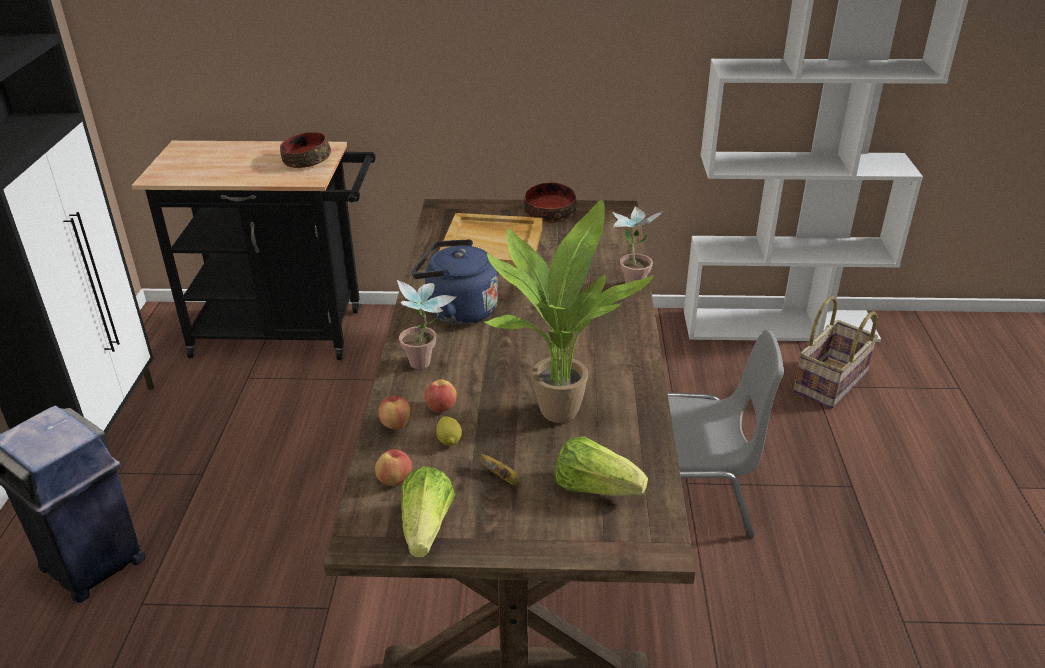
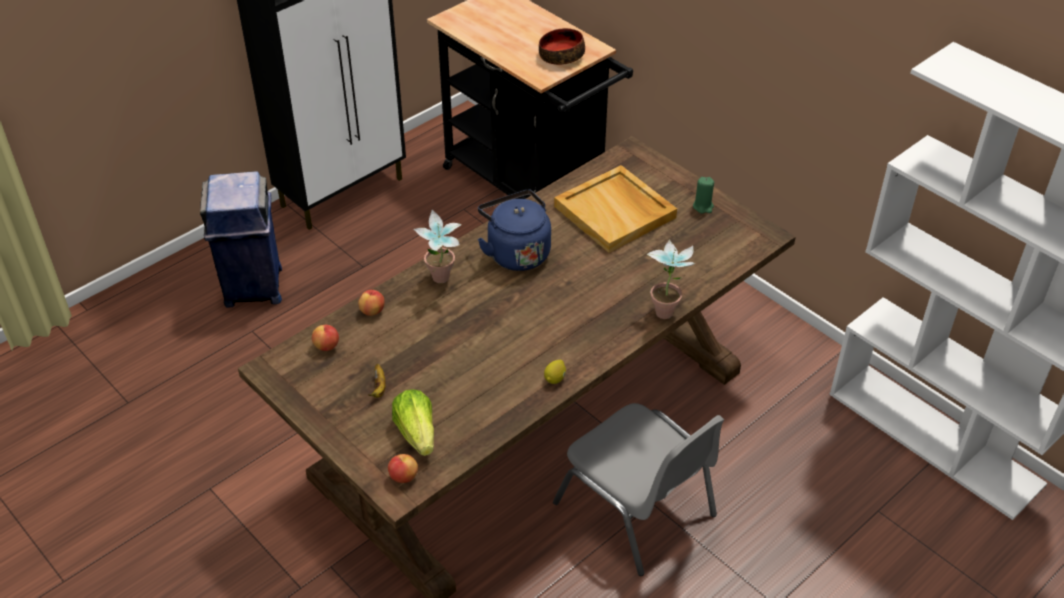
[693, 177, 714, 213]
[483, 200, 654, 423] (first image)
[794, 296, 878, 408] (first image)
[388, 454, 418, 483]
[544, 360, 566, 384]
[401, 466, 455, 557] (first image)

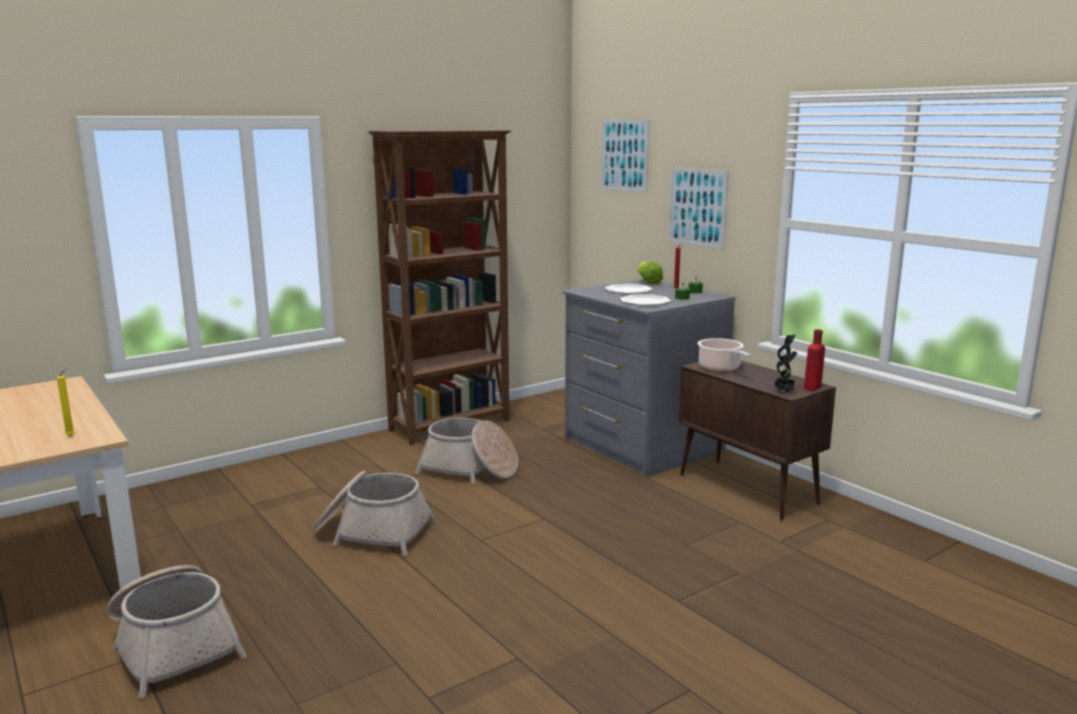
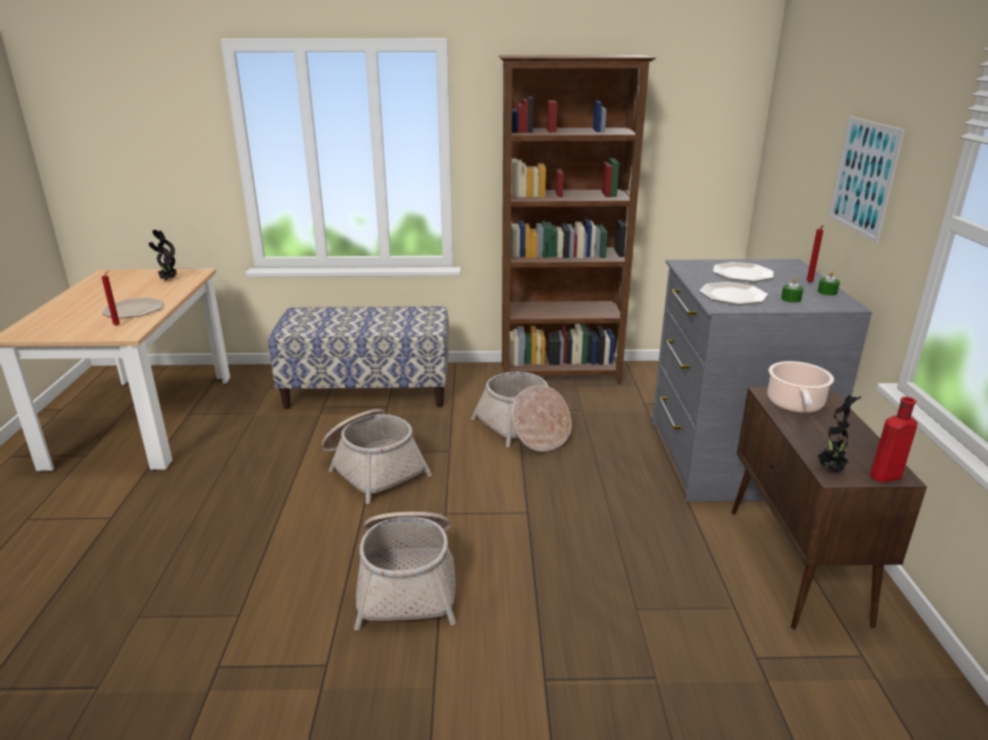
[600, 119, 650, 193] (first image)
[638, 261, 663, 285] (first image)
[102, 270, 120, 326]
[354, 512, 456, 631]
[148, 230, 177, 281]
[102, 298, 163, 318]
[268, 306, 449, 409]

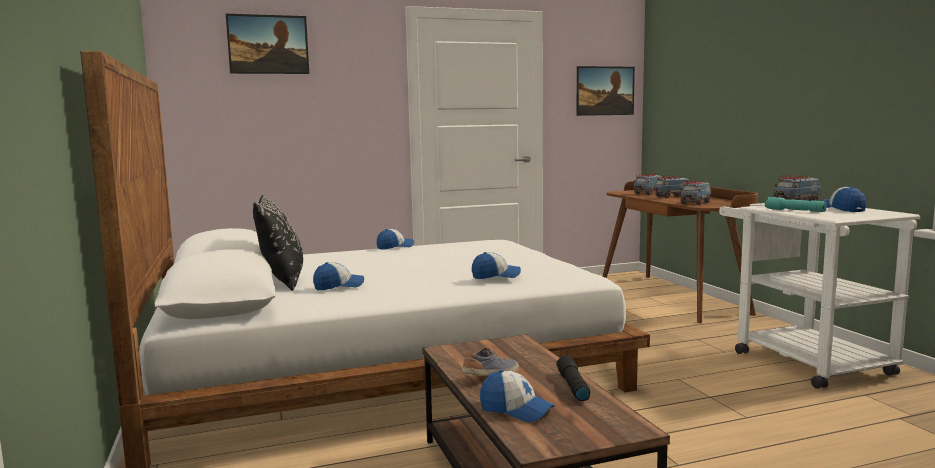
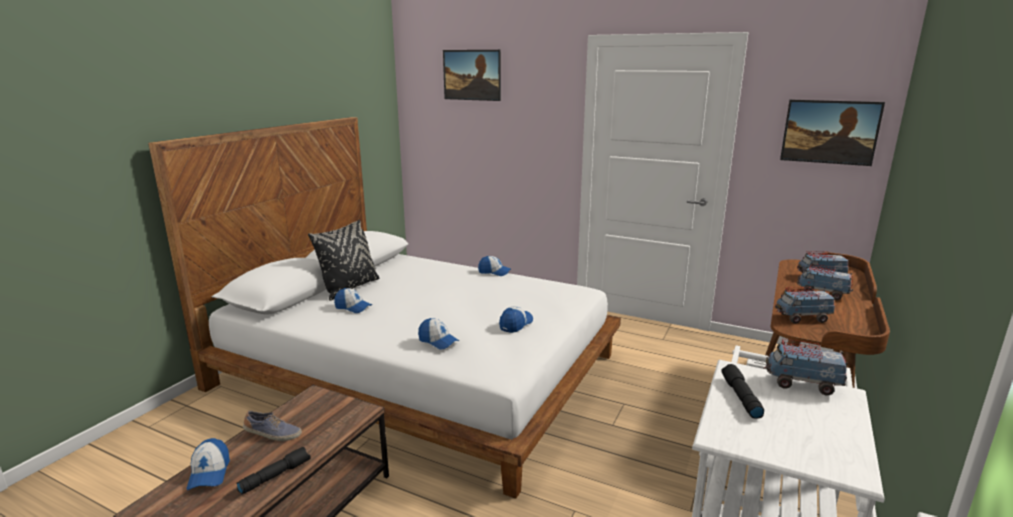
[499, 306, 533, 333]
[721, 364, 764, 418]

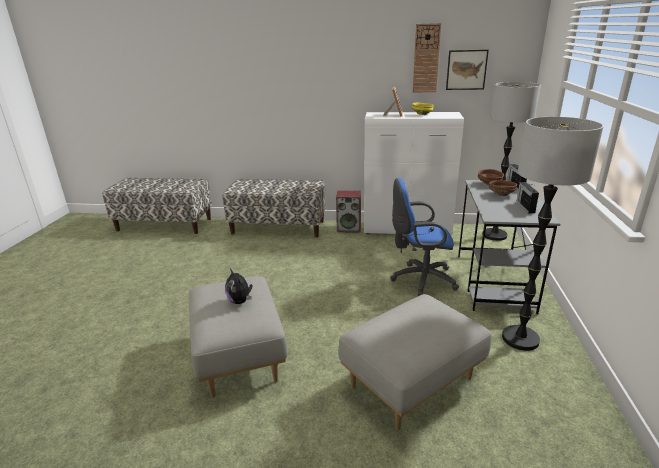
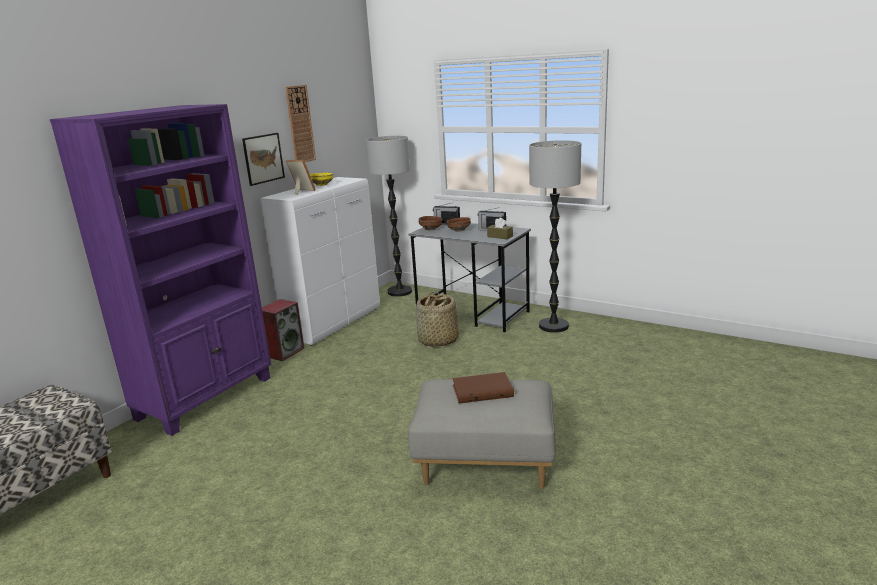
[242, 133, 285, 186]
[416, 291, 459, 347]
[50, 104, 271, 436]
[452, 372, 514, 403]
[338, 294, 491, 430] (first image)
[487, 217, 513, 239]

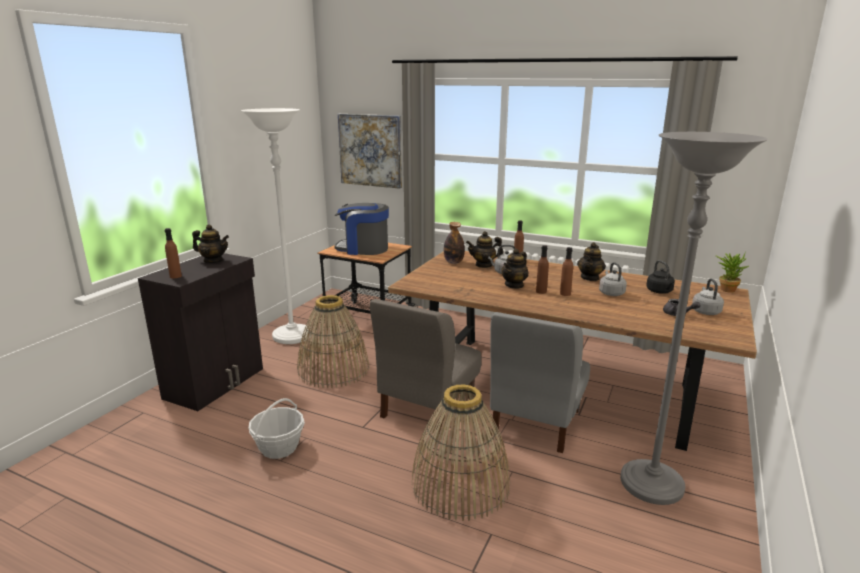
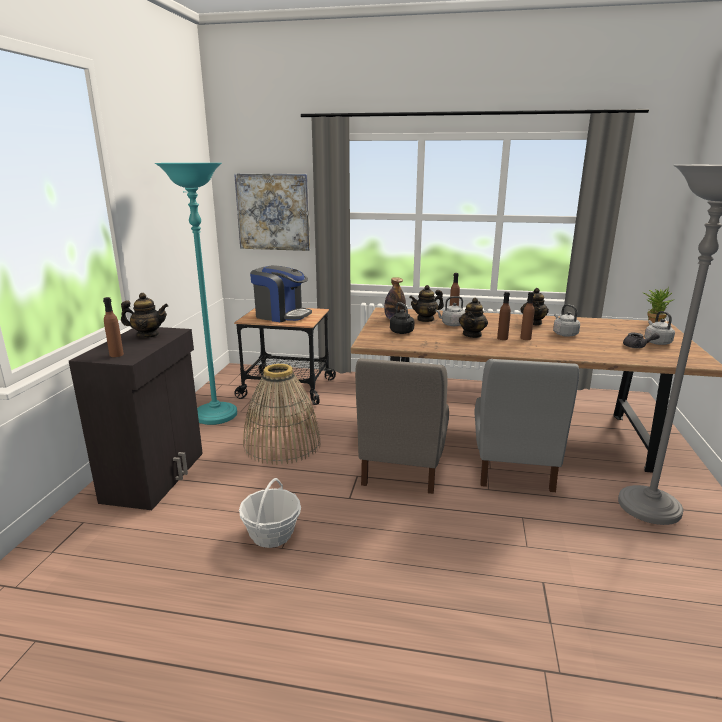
[155, 163, 237, 425]
[250, 265, 312, 322]
[390, 302, 415, 334]
[412, 384, 510, 521] (first image)

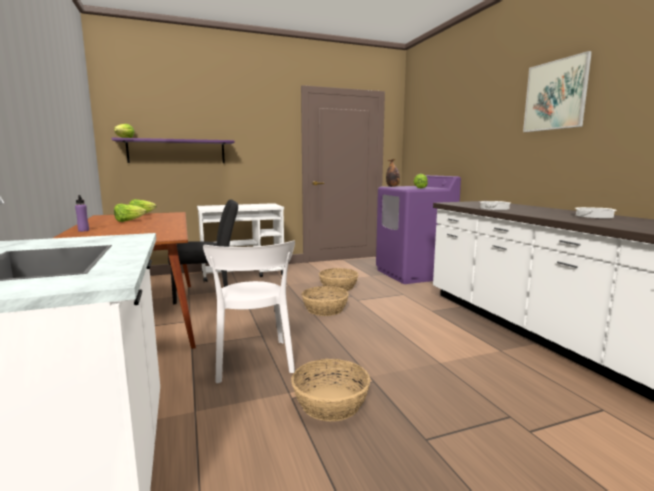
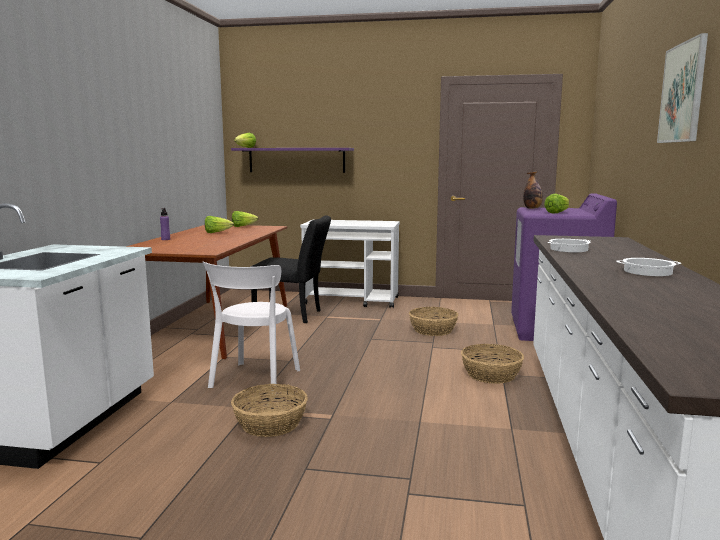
[461, 344, 524, 384]

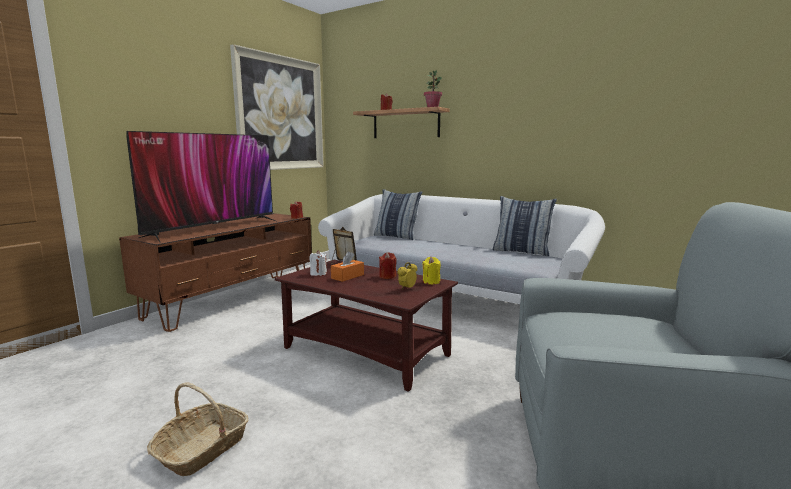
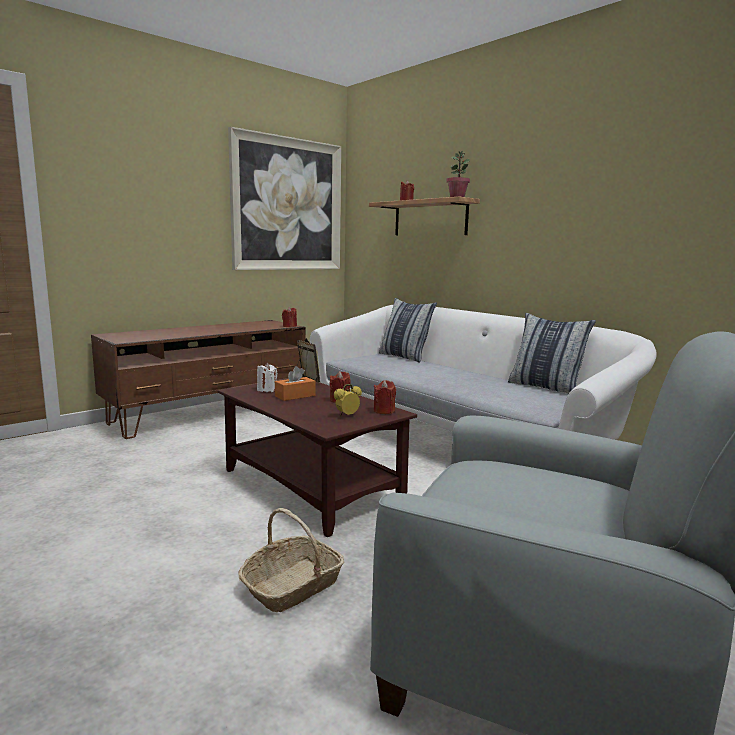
[126, 131, 278, 243] (first image)
[374, 380, 396, 414]
[239, 508, 344, 612]

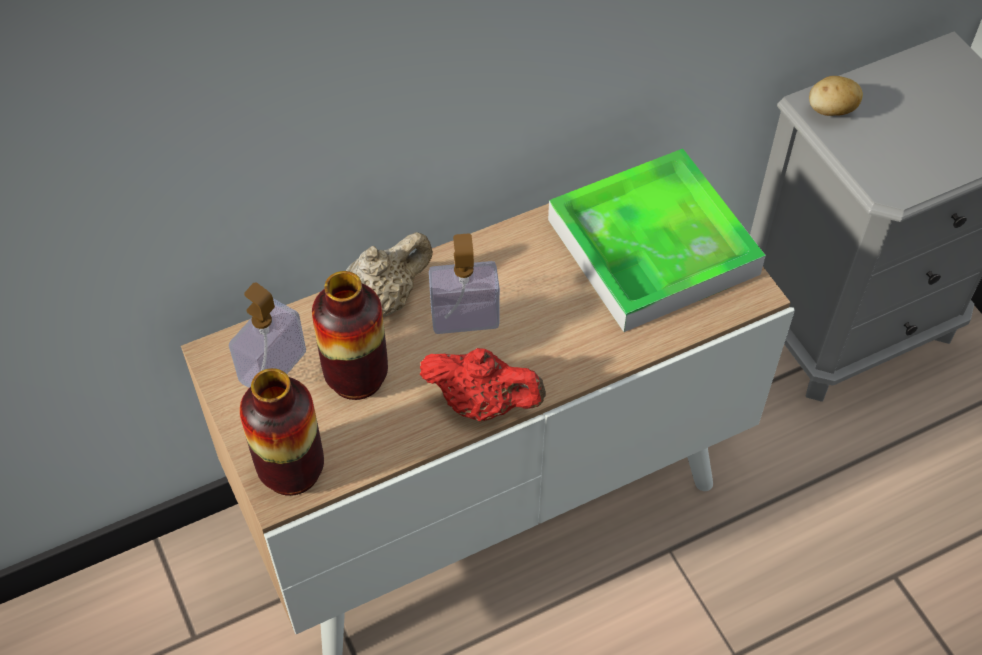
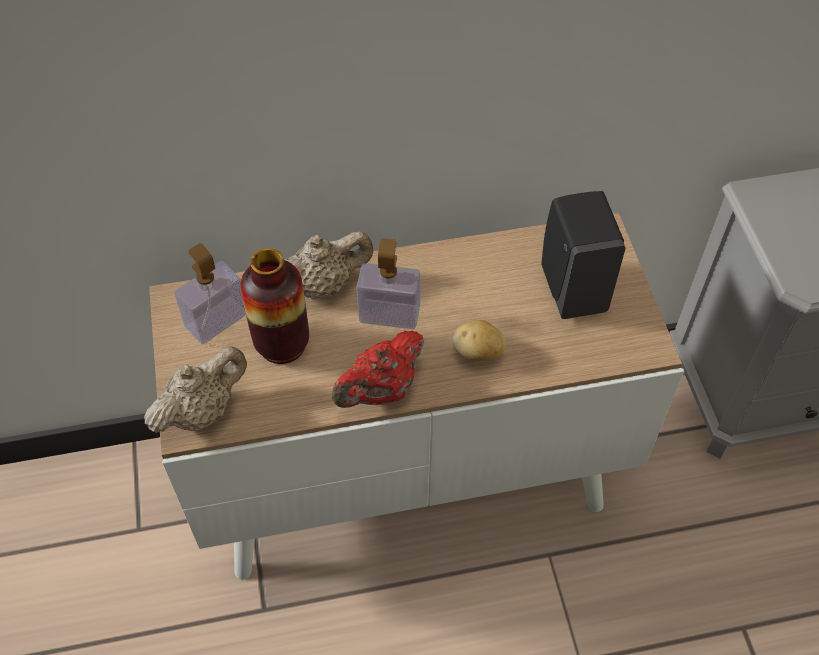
[453, 320, 506, 361]
[541, 191, 626, 319]
[332, 330, 424, 408]
[144, 347, 247, 433]

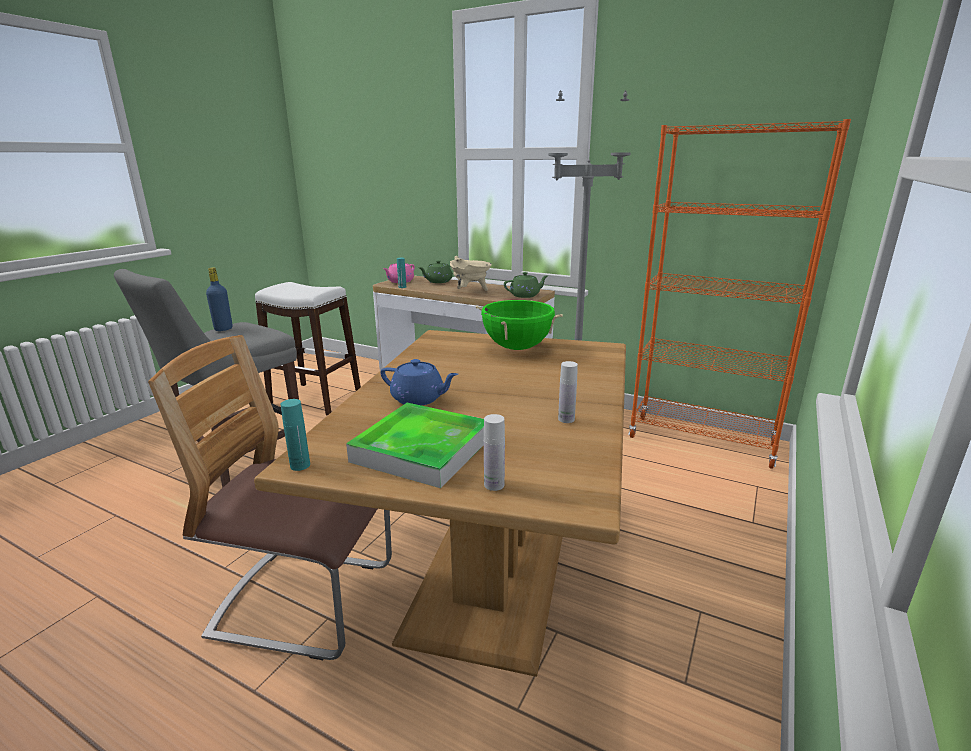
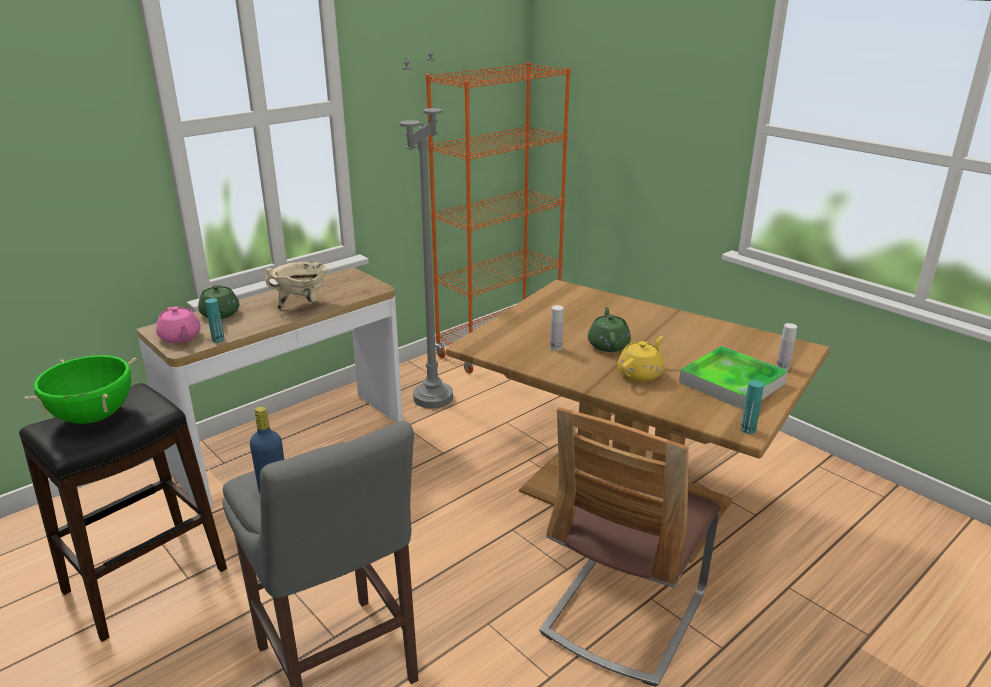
[588, 307, 631, 352]
[19, 383, 227, 642]
[24, 355, 137, 424]
[618, 336, 664, 382]
[550, 305, 564, 351]

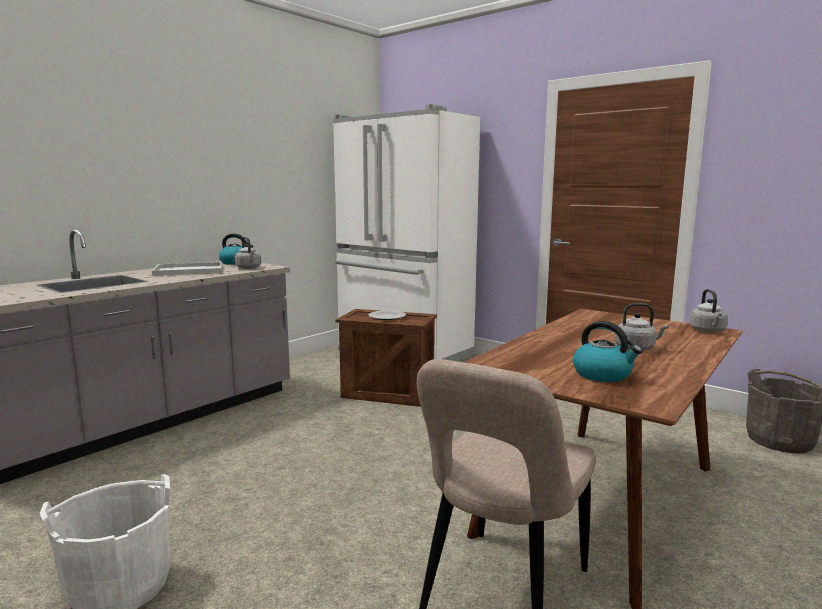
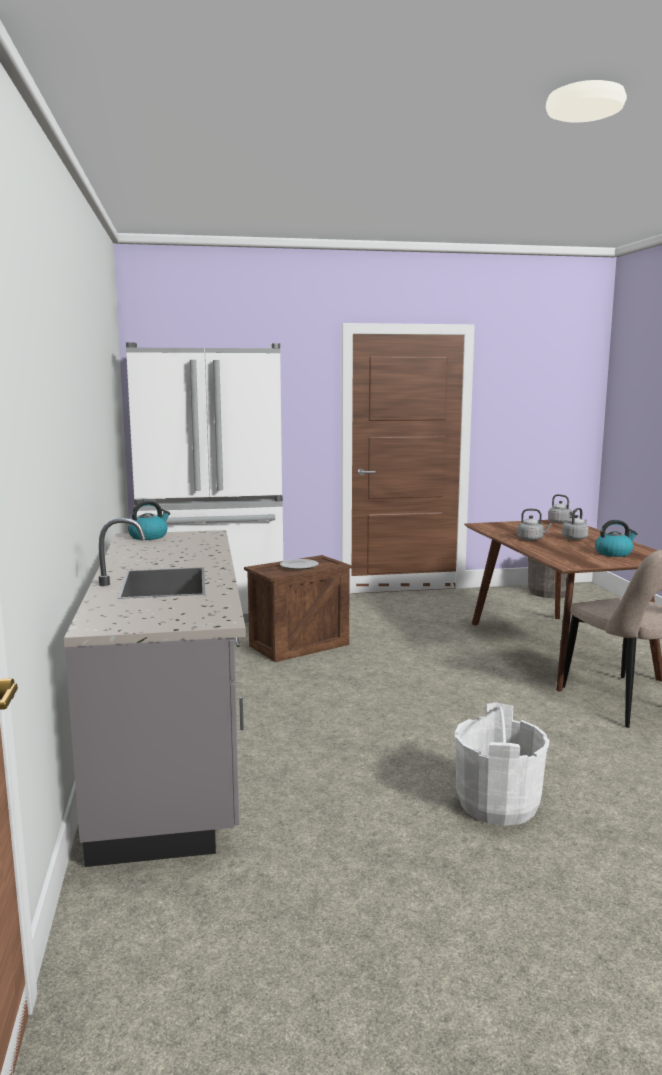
[517, 509, 552, 541]
[152, 262, 222, 276] (first image)

